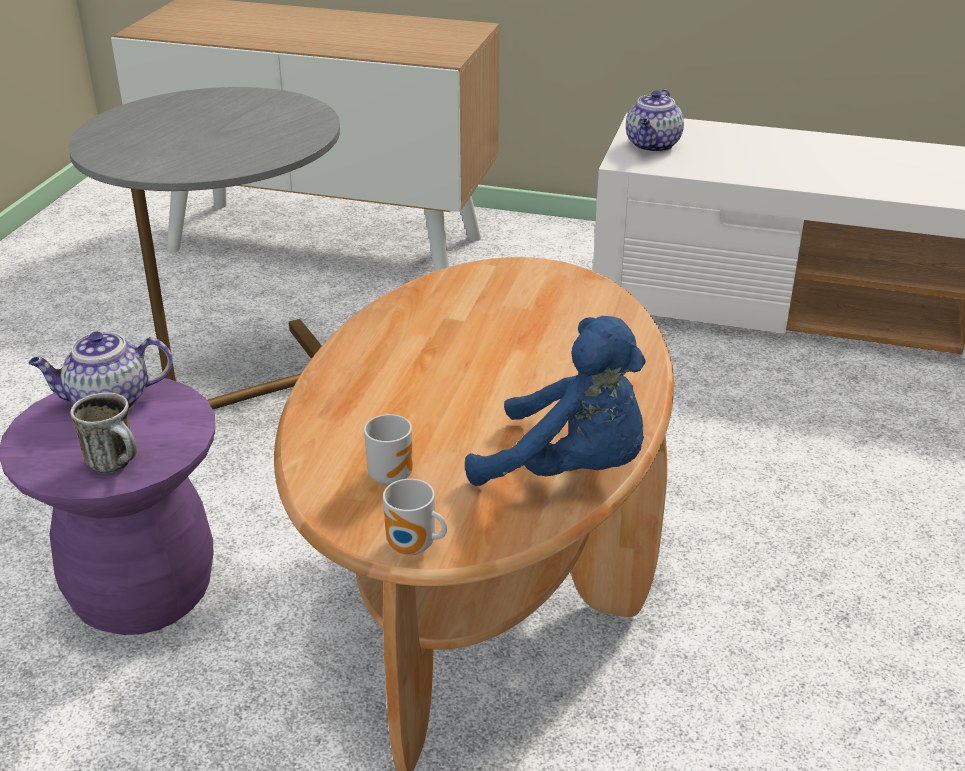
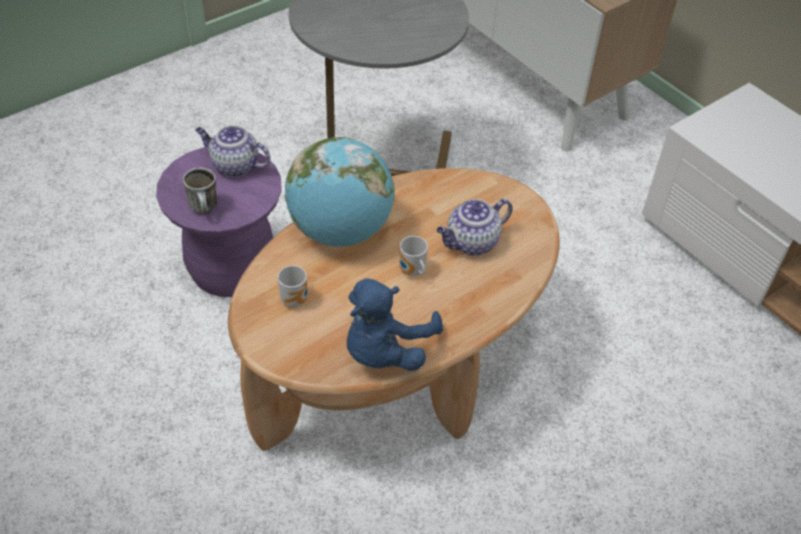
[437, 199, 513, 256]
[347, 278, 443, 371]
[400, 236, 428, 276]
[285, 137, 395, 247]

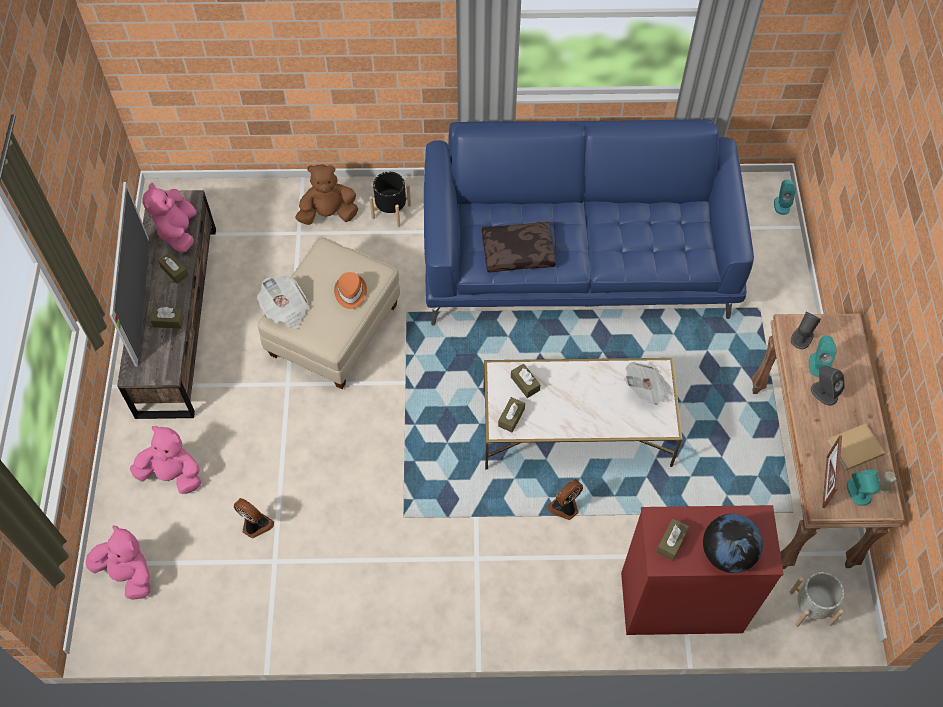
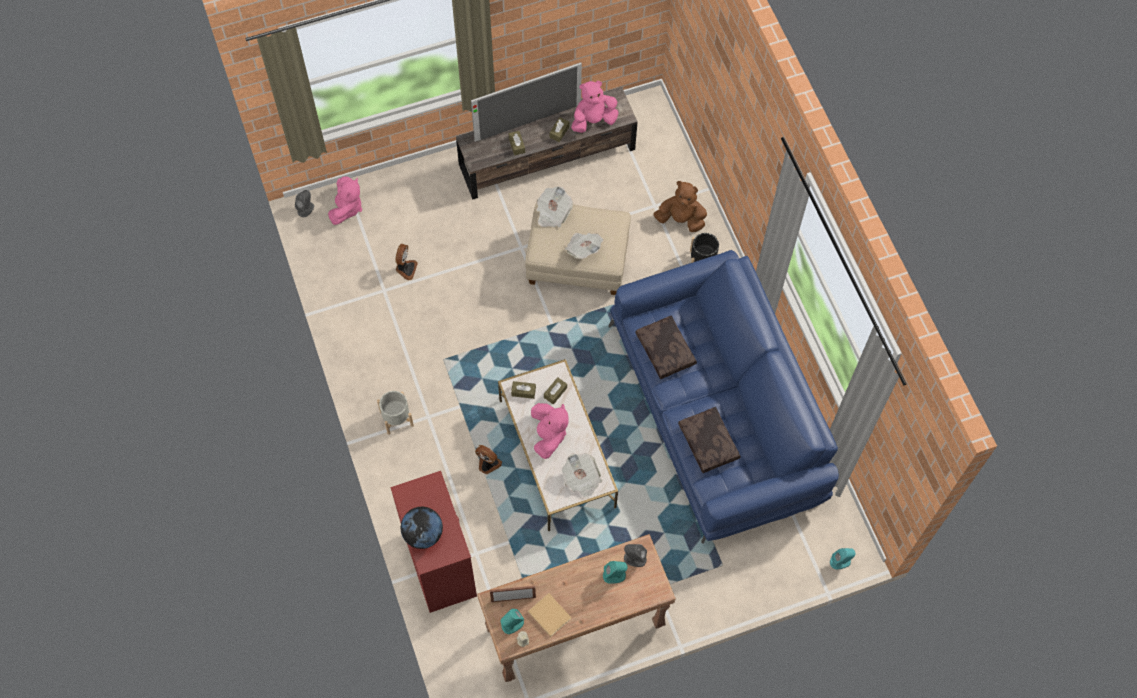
[653, 181, 707, 232]
[565, 232, 603, 259]
[295, 190, 314, 217]
[531, 403, 568, 459]
[656, 518, 689, 561] (first image)
[377, 391, 414, 435]
[678, 407, 741, 473]

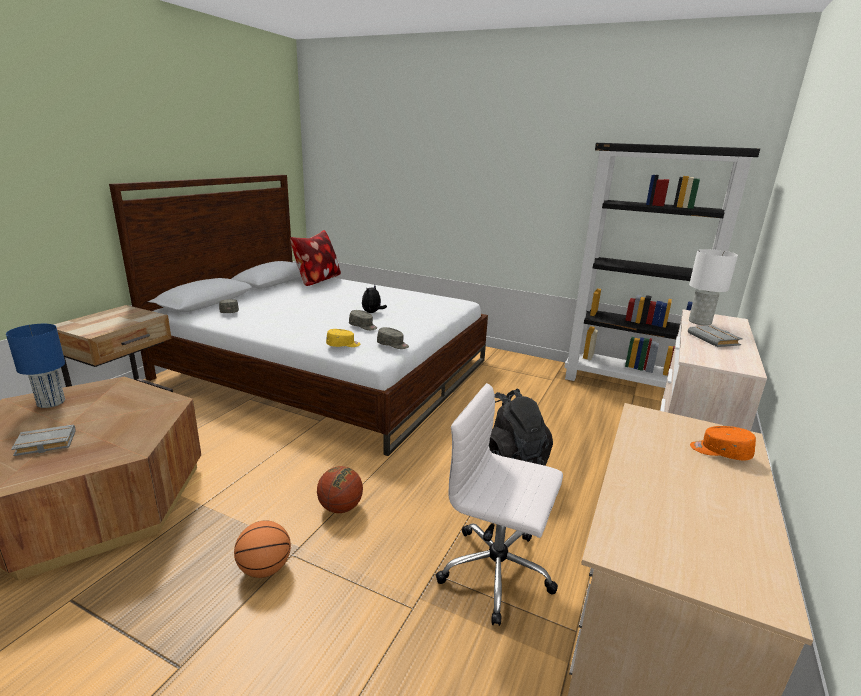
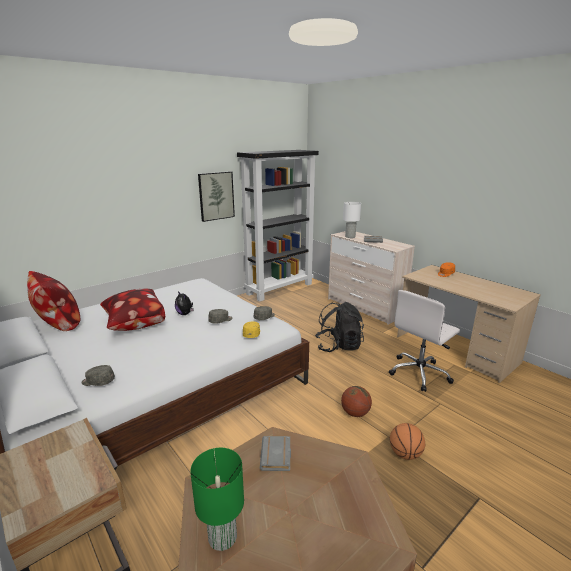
[190, 448, 244, 551]
[260, 436, 291, 471]
[198, 171, 235, 222]
[100, 289, 165, 331]

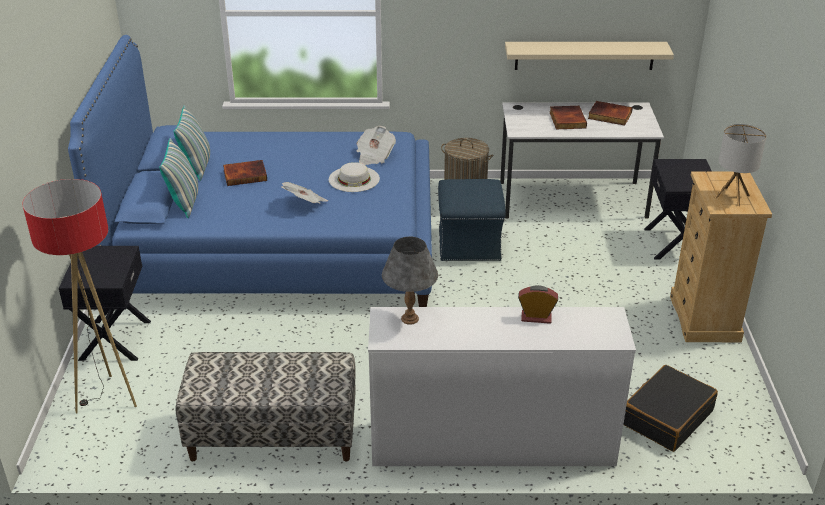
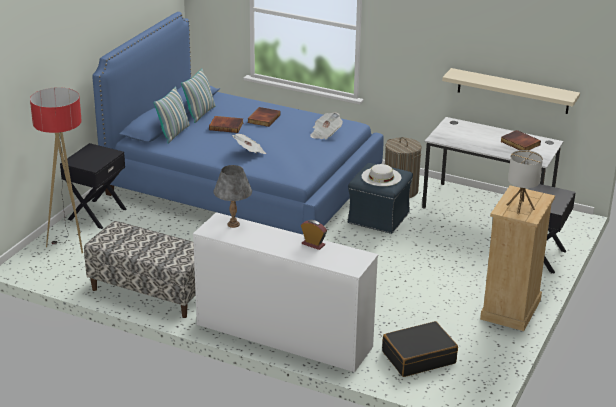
[247, 107, 280, 127]
[362, 164, 401, 186]

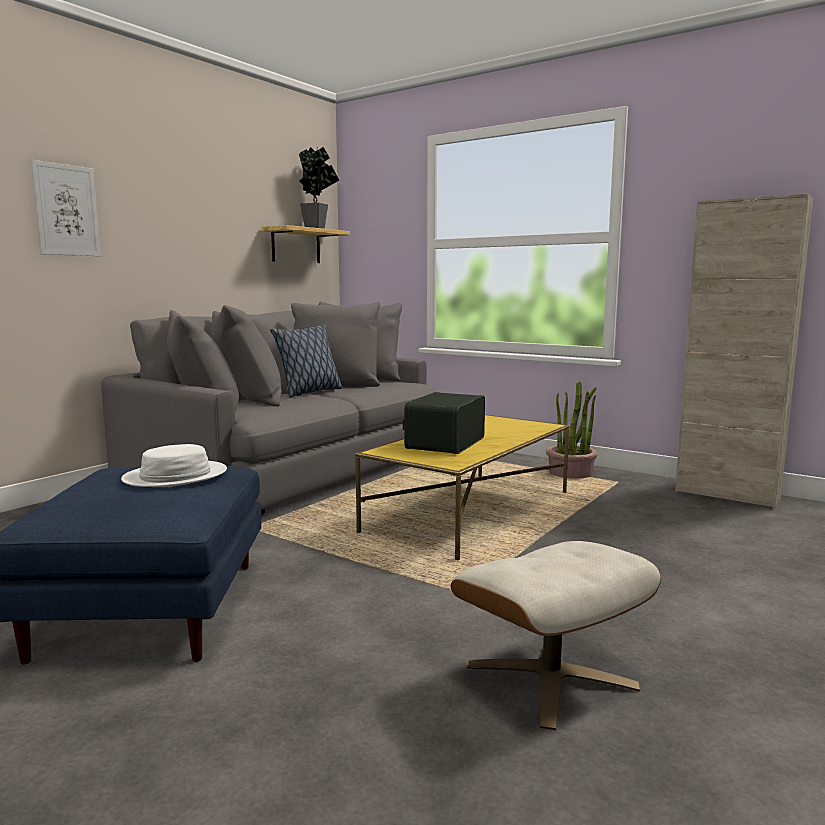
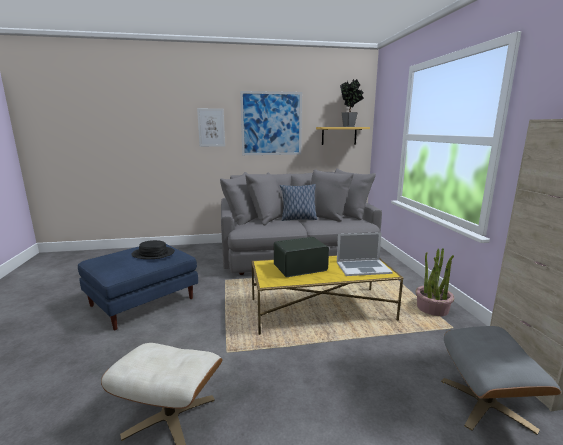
[131, 240, 175, 259]
[240, 91, 302, 155]
[337, 232, 393, 276]
[441, 326, 561, 435]

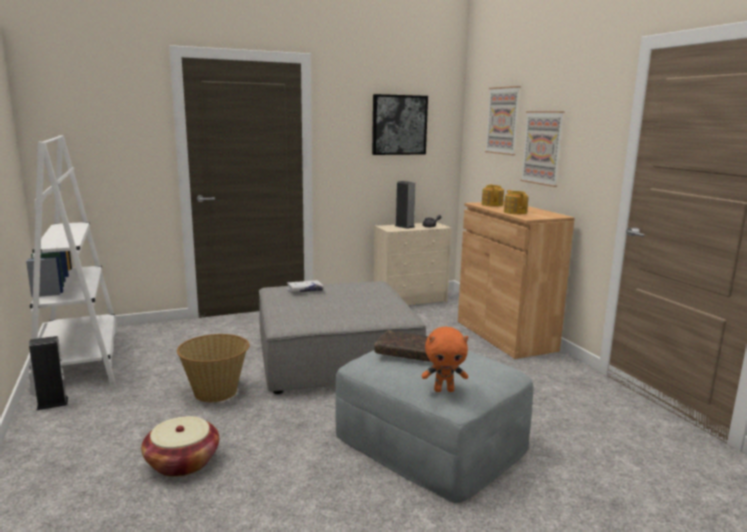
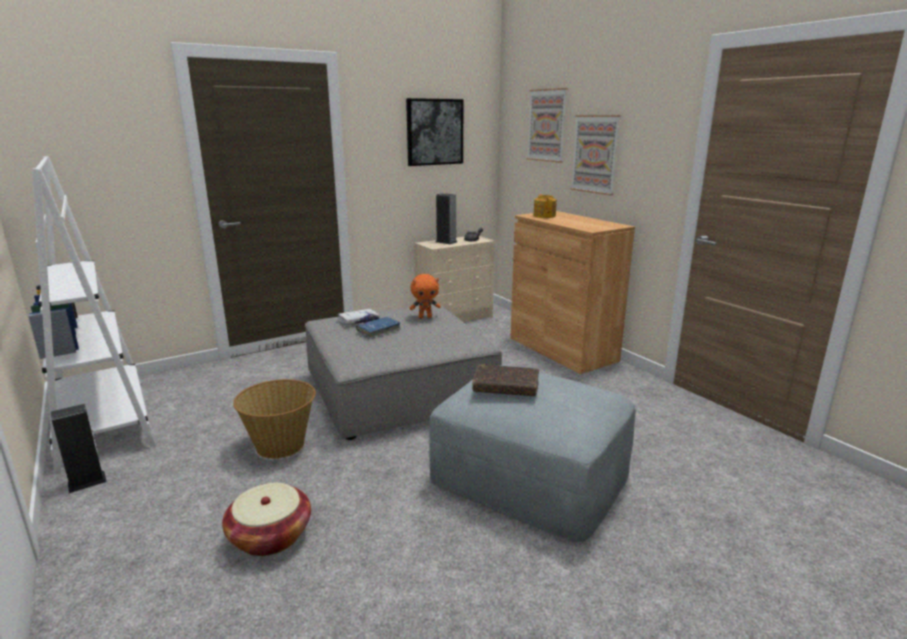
[504, 190, 529, 214] (first image)
[410, 274, 441, 318]
[356, 317, 401, 339]

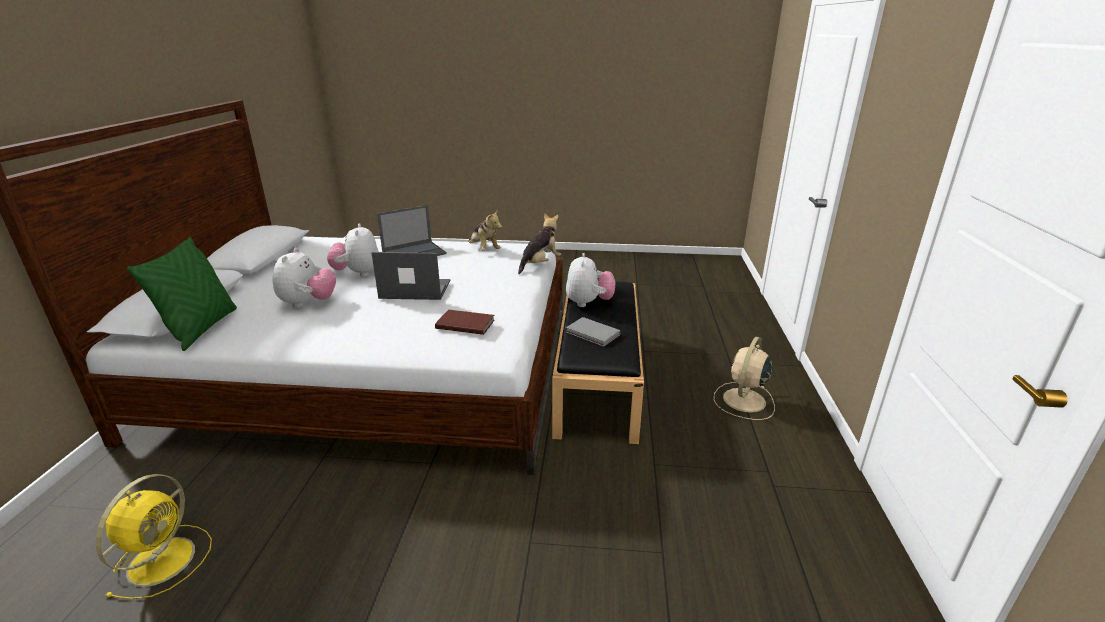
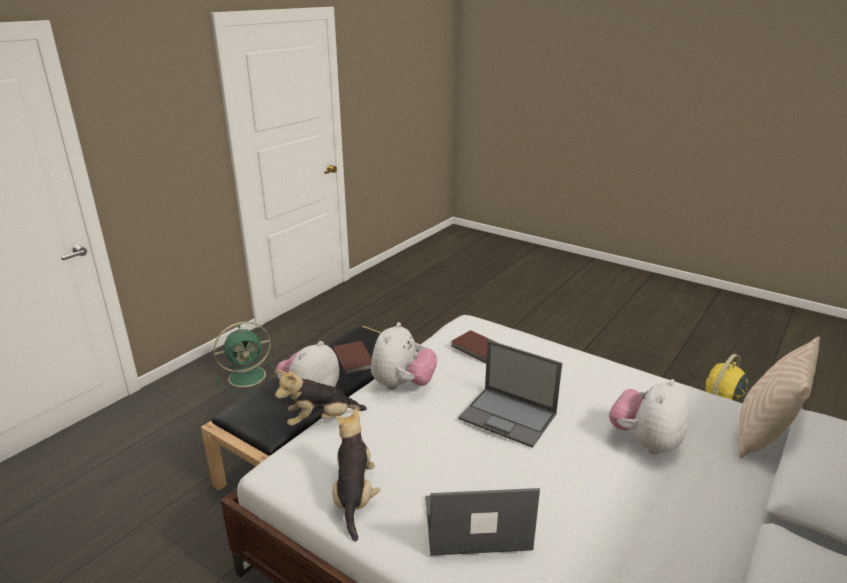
[371, 322, 437, 390]
[738, 336, 820, 458]
[333, 341, 372, 374]
[214, 321, 276, 392]

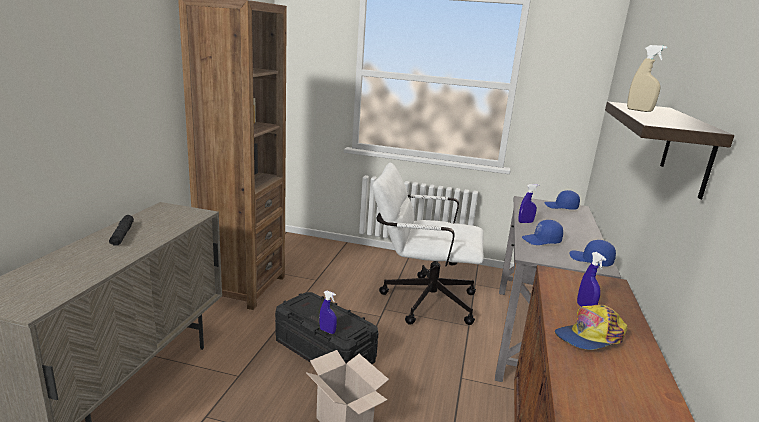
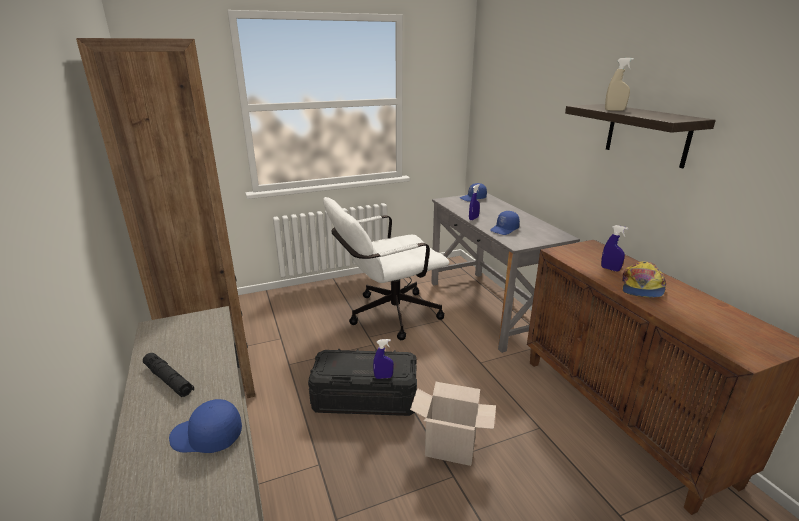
[169, 399, 242, 453]

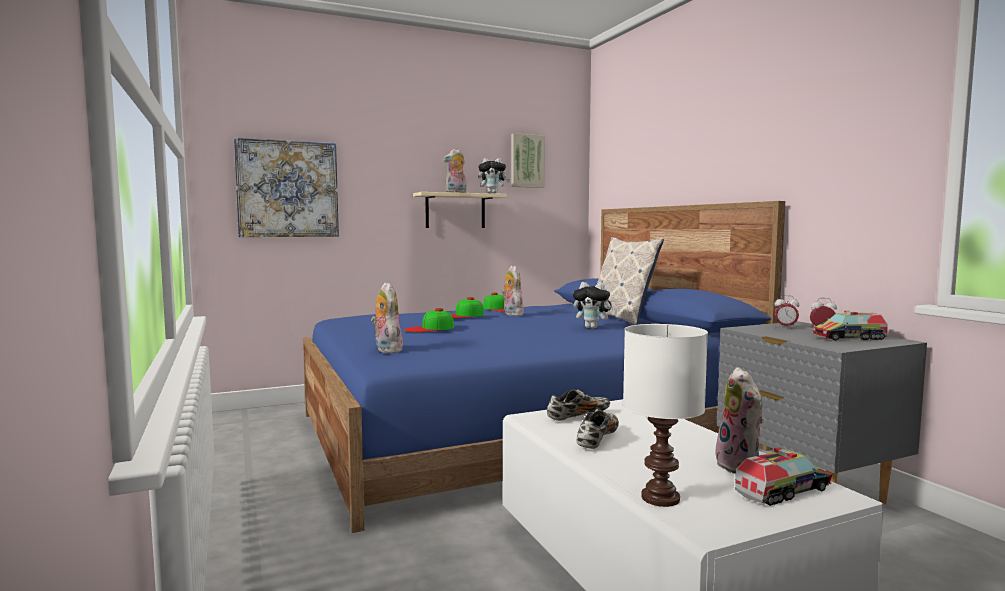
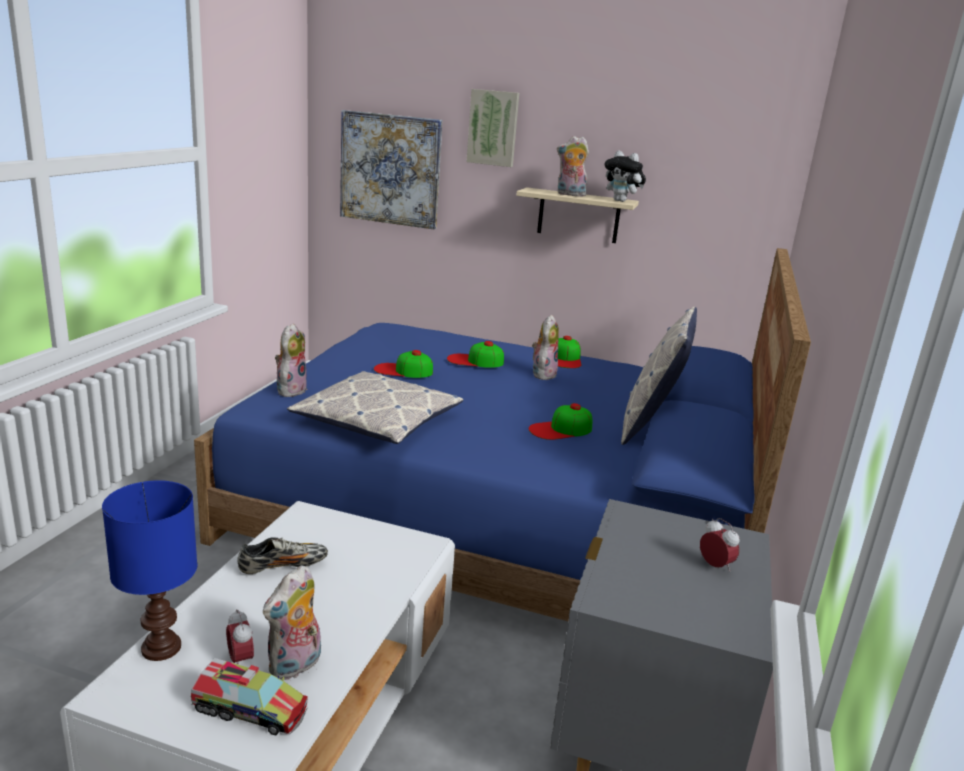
[467, 89, 519, 167]
[529, 403, 592, 440]
[226, 609, 254, 665]
[812, 311, 888, 341] (first image)
[102, 480, 197, 661]
[547, 389, 610, 421] (first image)
[287, 371, 463, 444]

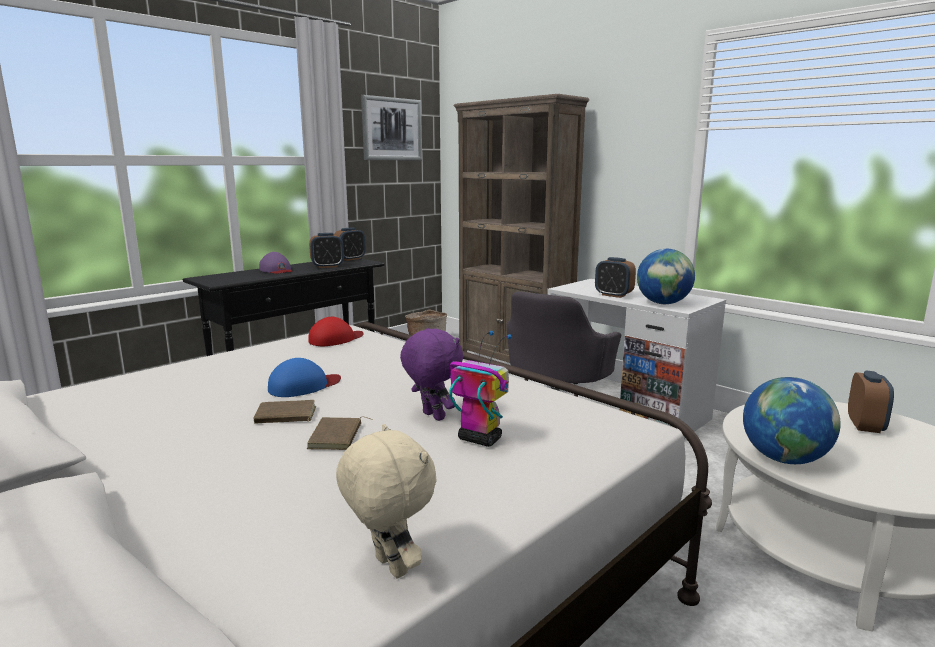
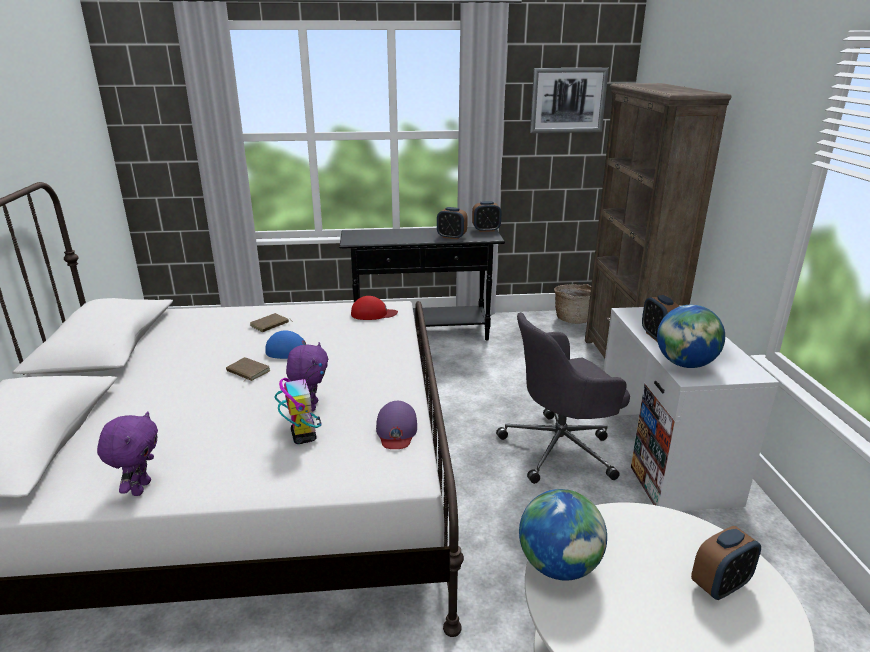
[376, 401, 417, 449]
[250, 313, 293, 332]
[97, 411, 158, 496]

